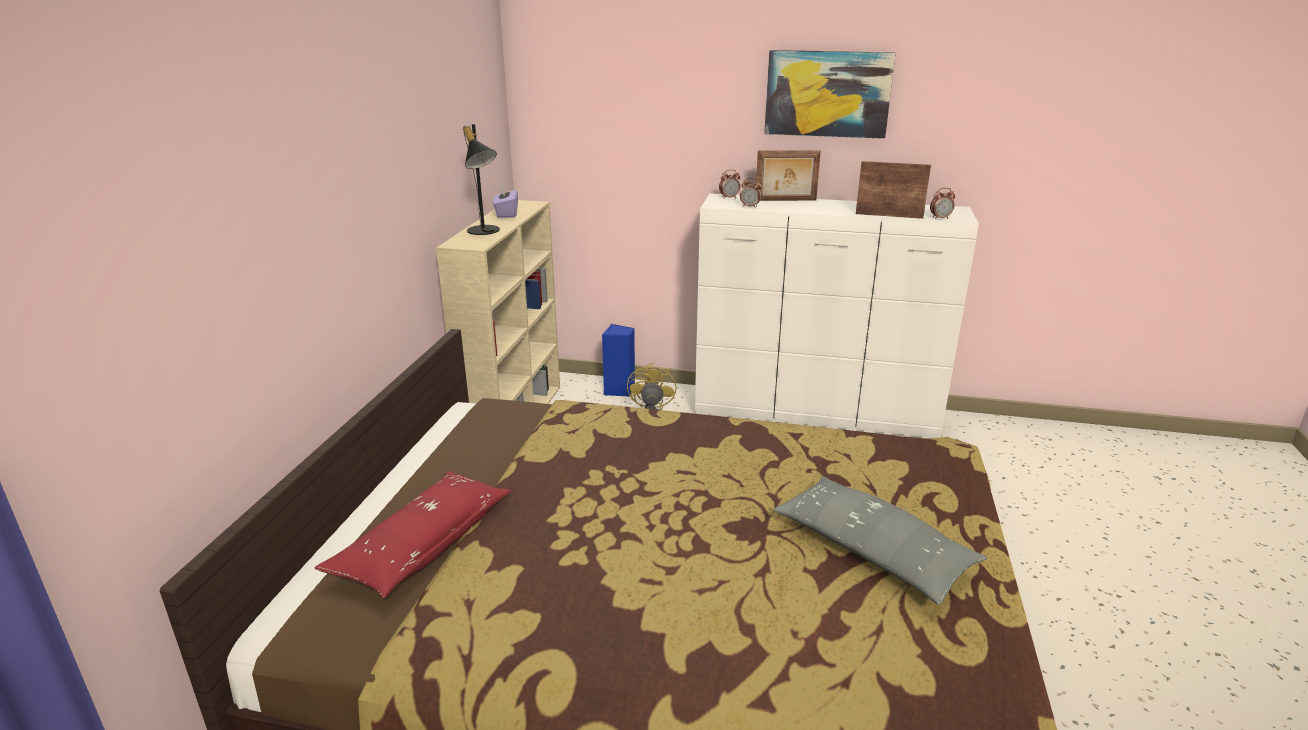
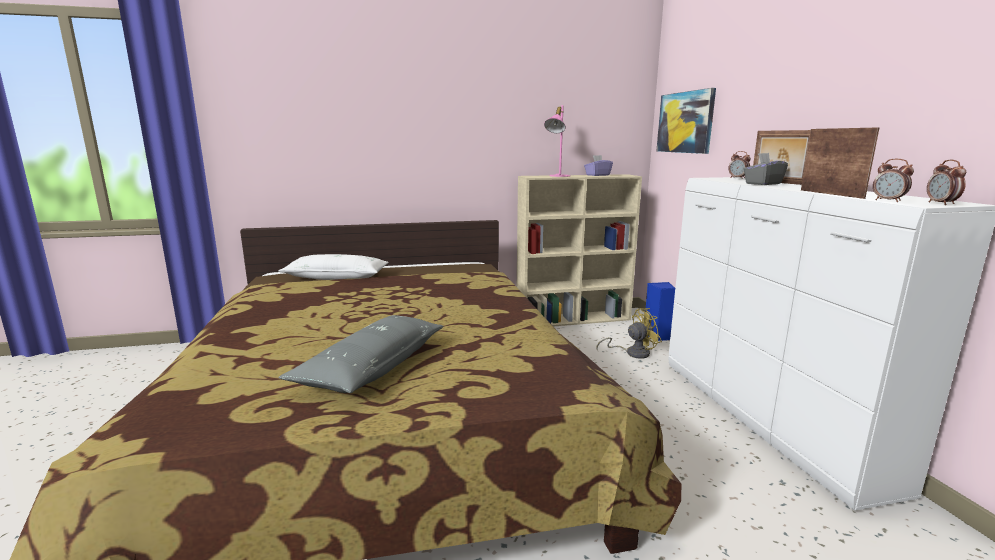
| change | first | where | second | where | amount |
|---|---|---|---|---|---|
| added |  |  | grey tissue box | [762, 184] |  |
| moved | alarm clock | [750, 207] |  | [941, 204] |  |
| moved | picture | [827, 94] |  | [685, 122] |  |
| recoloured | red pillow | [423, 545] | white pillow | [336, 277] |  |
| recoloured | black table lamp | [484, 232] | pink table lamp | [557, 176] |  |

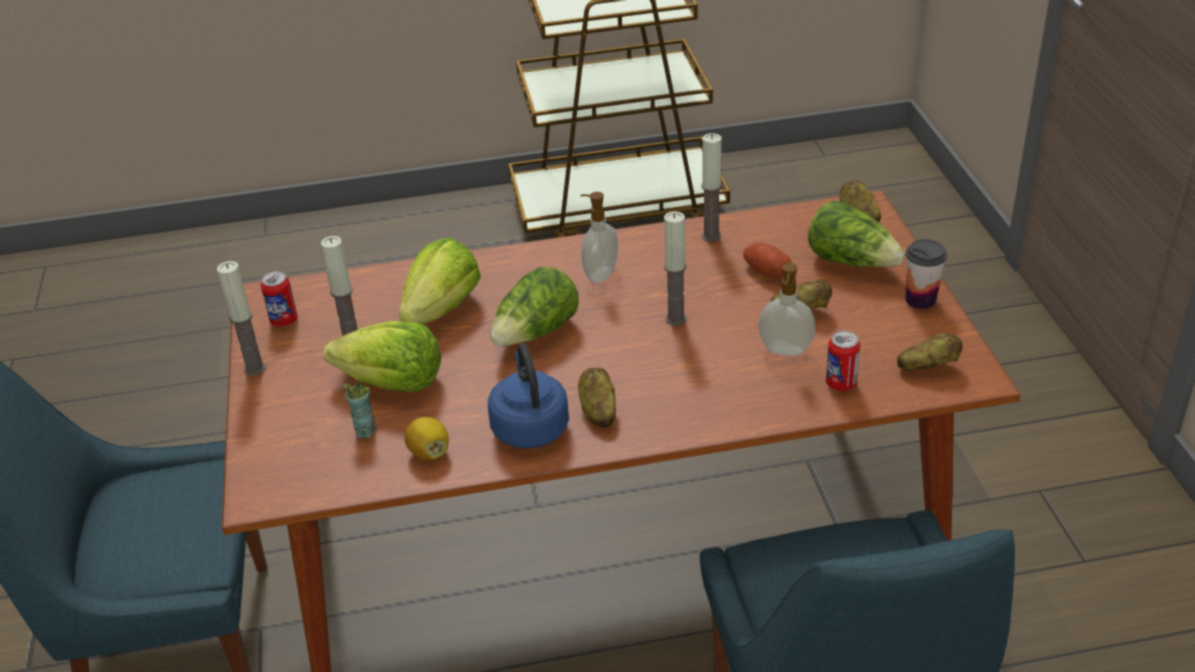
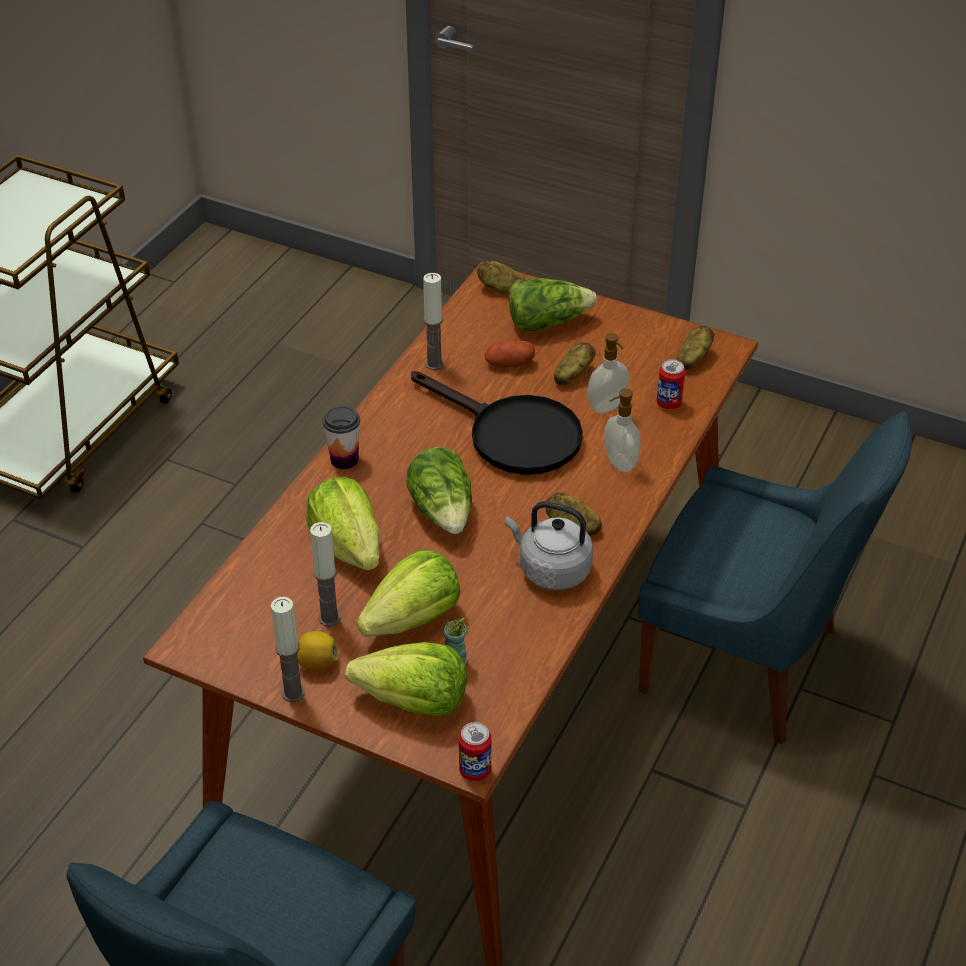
| change | first | where | second | where | amount |
|---|---|---|---|---|---|
| added |  |  | lettuce | [413, 702] |  |
| moved | can | [284, 320] |  | [475, 770] |  |
| moved | lemon | [429, 452] |  | [317, 662] |  |
| moved | soap dispenser | [599, 274] |  | [619, 463] |  |
| moved | cup | [920, 300] |  | [344, 460] |  |
| replaced | candle | [676, 319] | black frying pan | [512, 435] |  |
| recoloured | blue kettle | [529, 426] | grey kettle | [551, 570] |  |

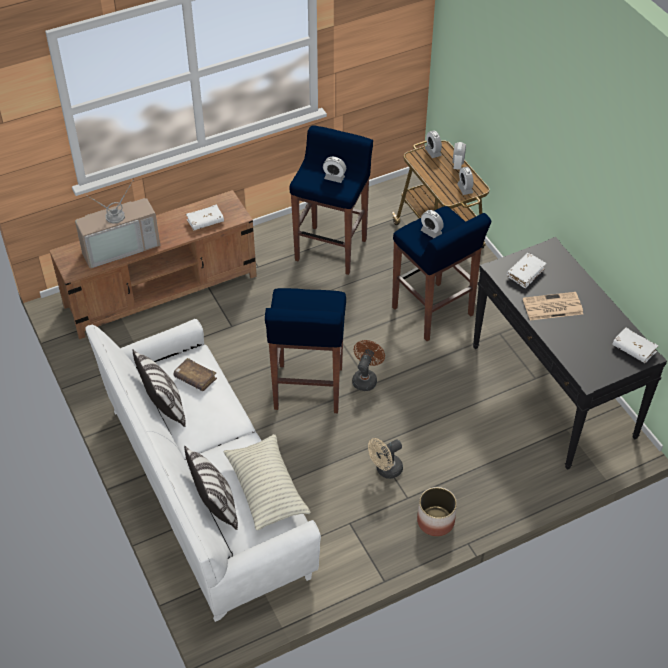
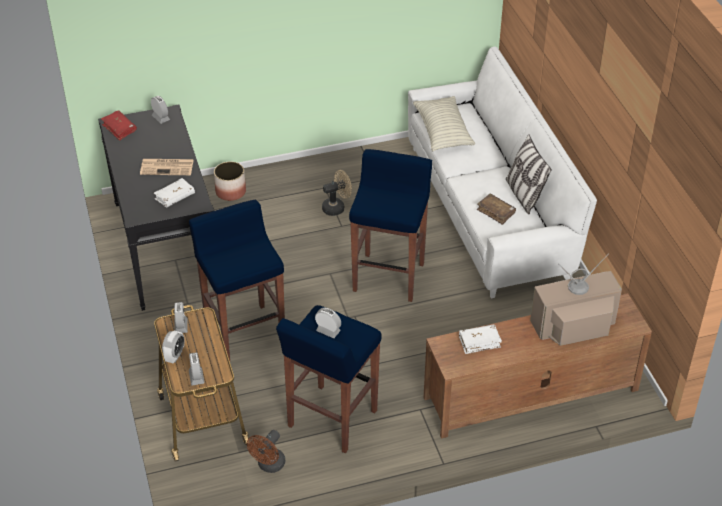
| change | first | where | second | where | amount |
|---|---|---|---|---|---|
| removed | pillow | [215, 505] |  |  |  |
| moved | brown fan | [365, 378] |  | [269, 466] |  |
| moved | planter | [435, 521] |  | [231, 192] |  |
| moved | alarm clock | [431, 232] |  | [161, 118] |  |
| recoloured | white book | [633, 349] | red book | [119, 128] |  |

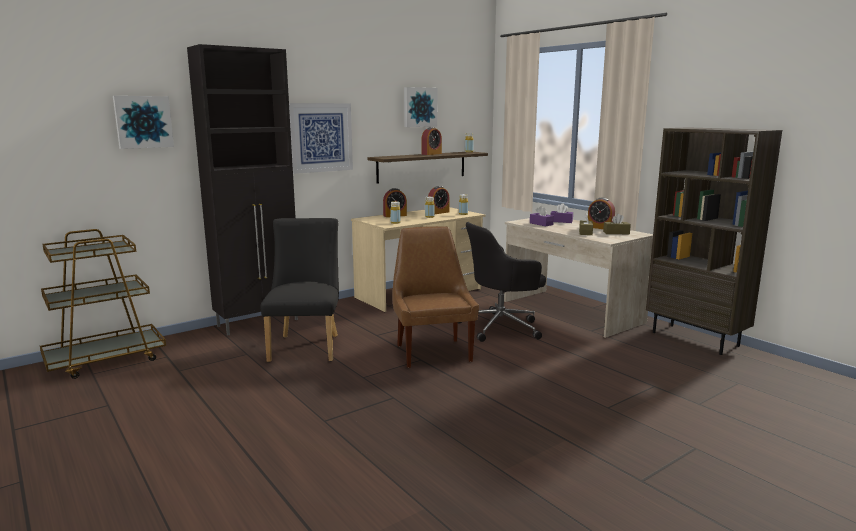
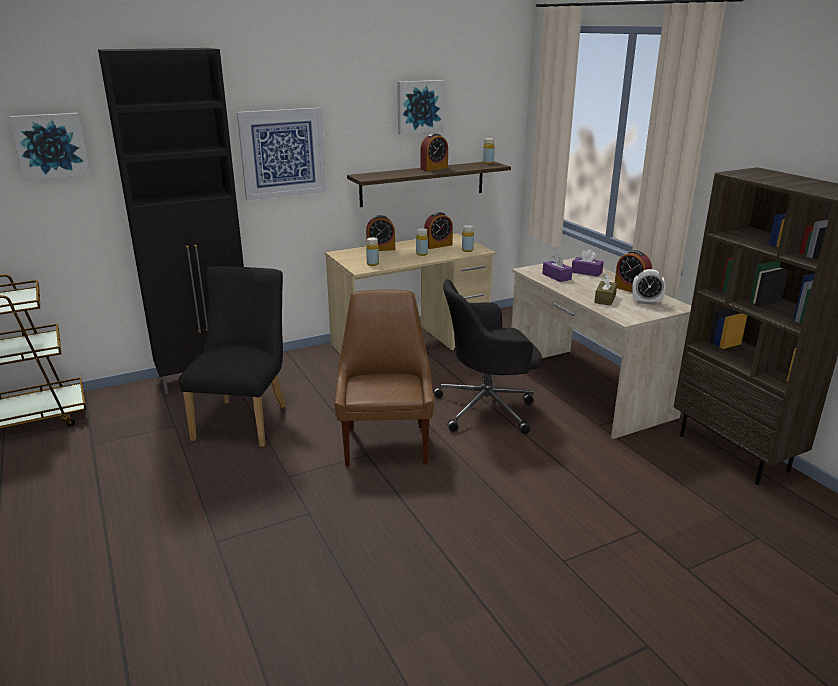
| change | first | where | second | where | amount |
|---|---|---|---|---|---|
| replaced | brown tissue box | [616, 233] | alarm clock | [646, 302] |  |

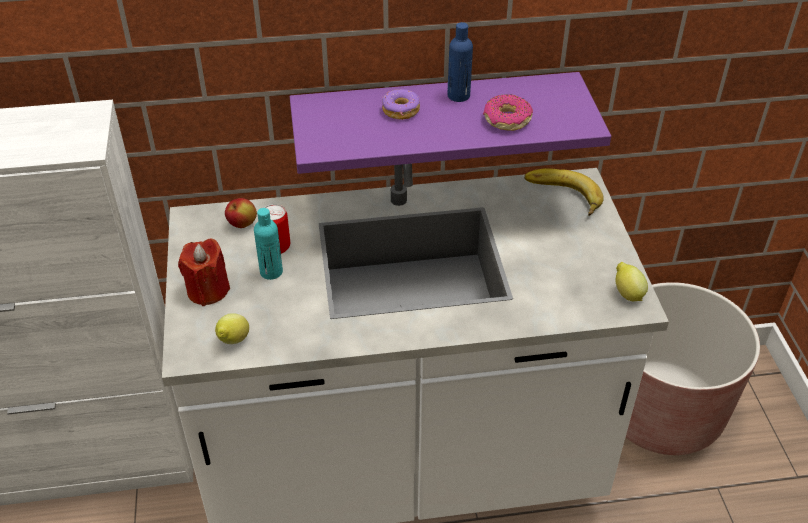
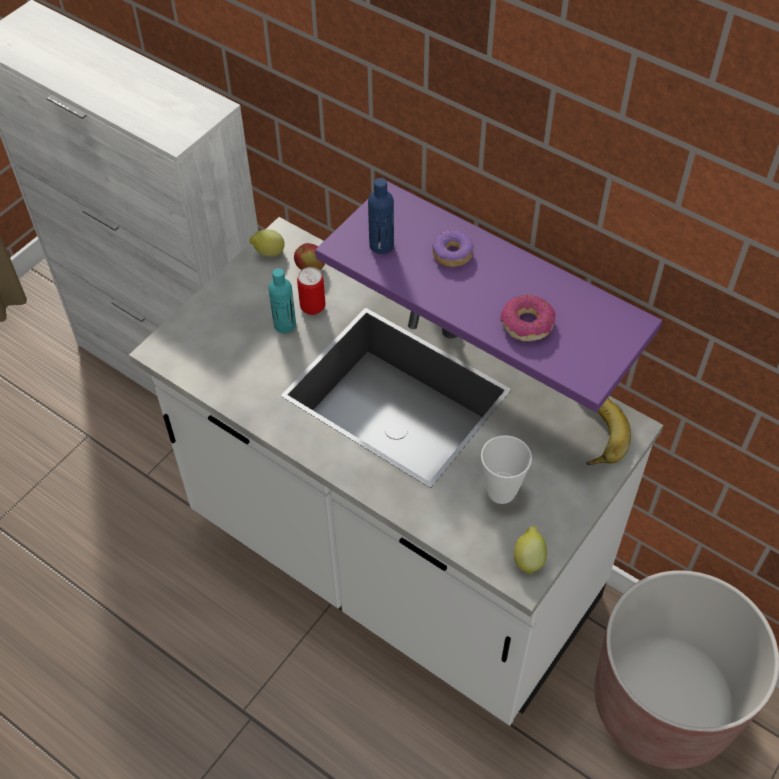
| change | first | where | second | where | amount |
|---|---|---|---|---|---|
| removed | red candle | [208, 290] |  |  |  |
| added |  |  | cup | [501, 491] |  |
| moved | lemon | [233, 341] |  | [268, 253] |  |
| moved | blue bottle | [458, 96] |  | [381, 245] |  |

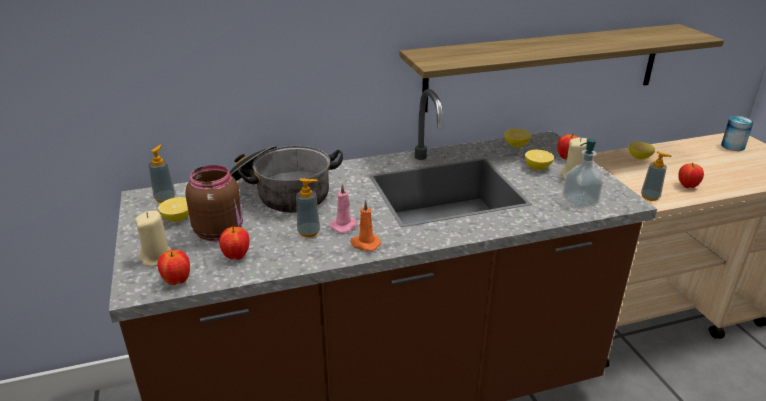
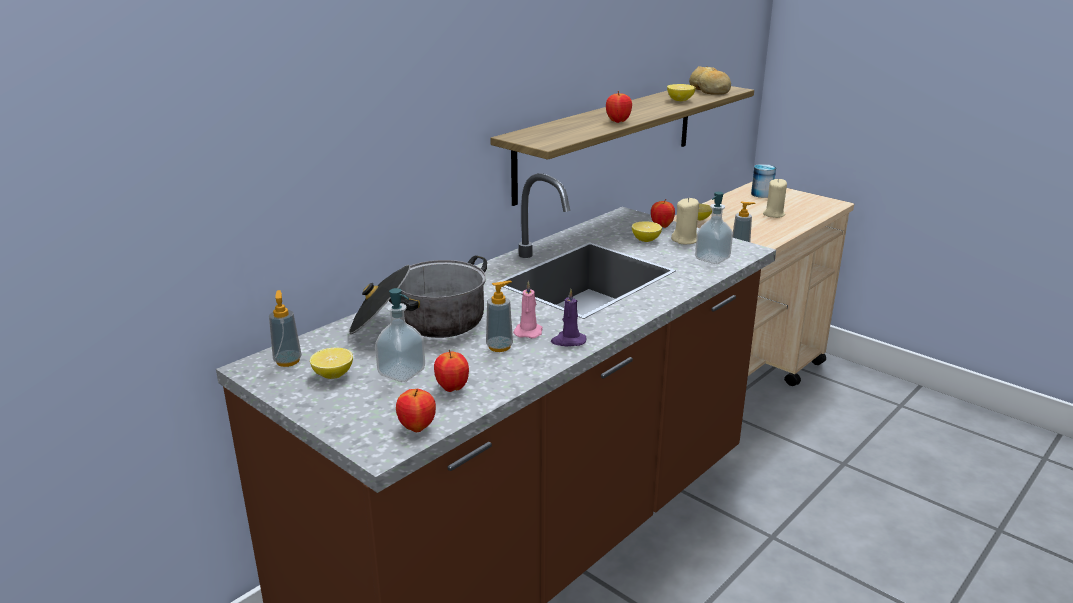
| change | first | where | second | where | amount |
|---|---|---|---|---|---|
| added |  |  | bread | [709, 90] |  |
| moved | beige candle | [157, 257] |  | [773, 214] |  |
| moved | lemon | [516, 145] |  | [680, 100] |  |
| moved | apple | [687, 186] |  | [618, 121] |  |
| replaced | brown jar | [220, 232] | soap dispenser | [401, 373] |  |
| recoloured | orange candle | [364, 244] | purple candle | [568, 341] |  |

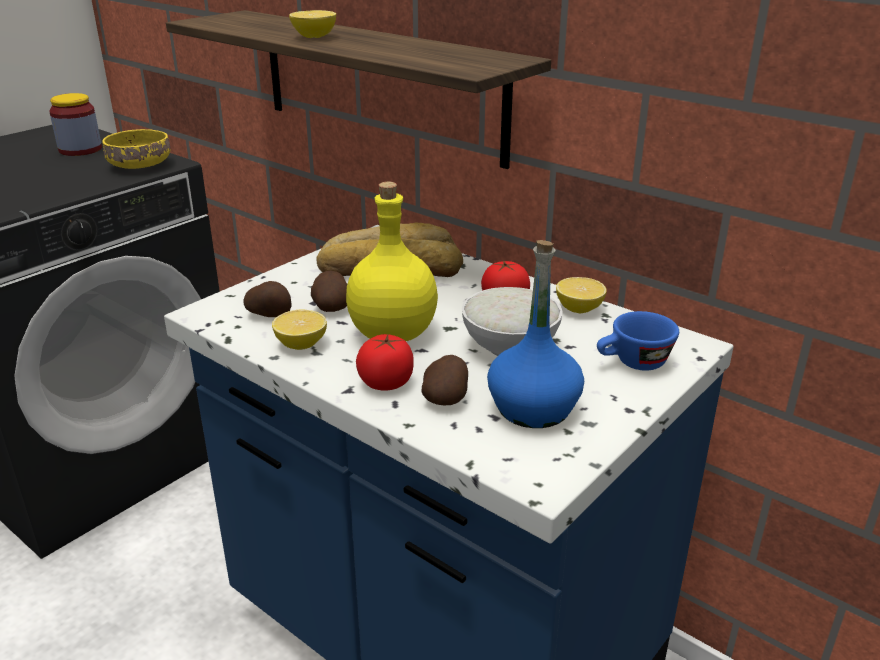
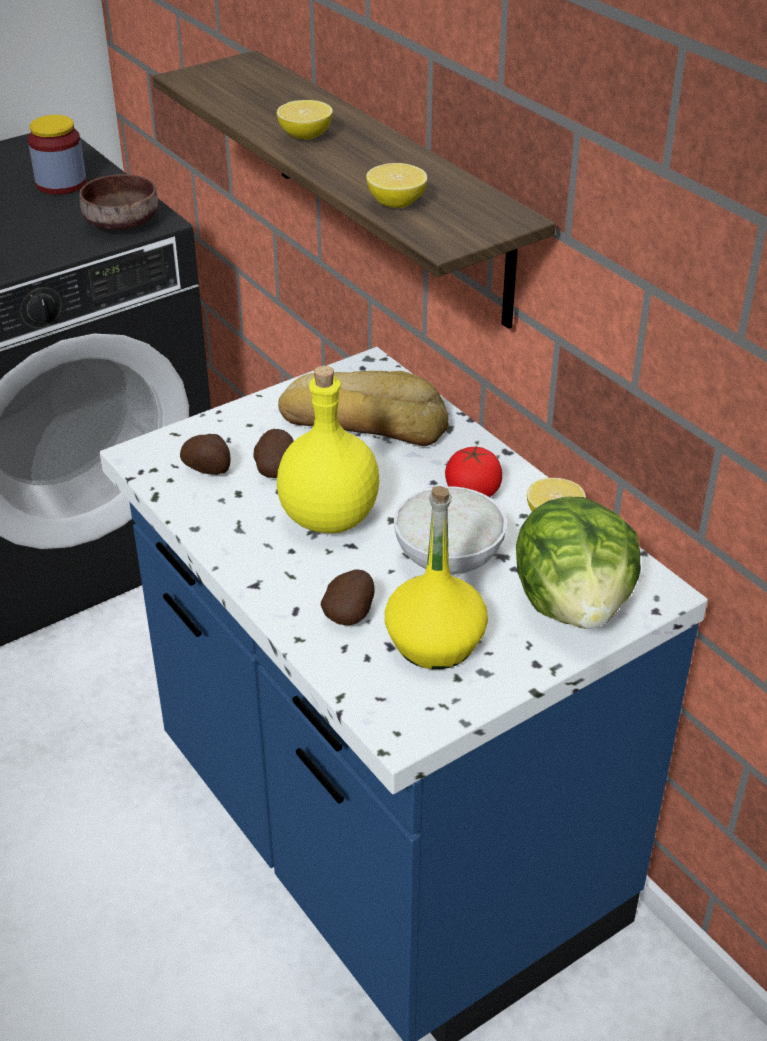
| change | first | where | second | where | amount |
|---|---|---|---|---|---|
| removed | tomato | [386, 382] |  |  |  |
| moved | lemon | [301, 344] |  | [396, 203] |  |
| replaced | blue cup | [633, 363] | lettuce | [574, 605] |  |
| recoloured | yellow bowl | [140, 165] | brown bowl | [122, 221] |  |
| recoloured | blue bottle | [533, 408] | yellow bottle | [435, 643] |  |

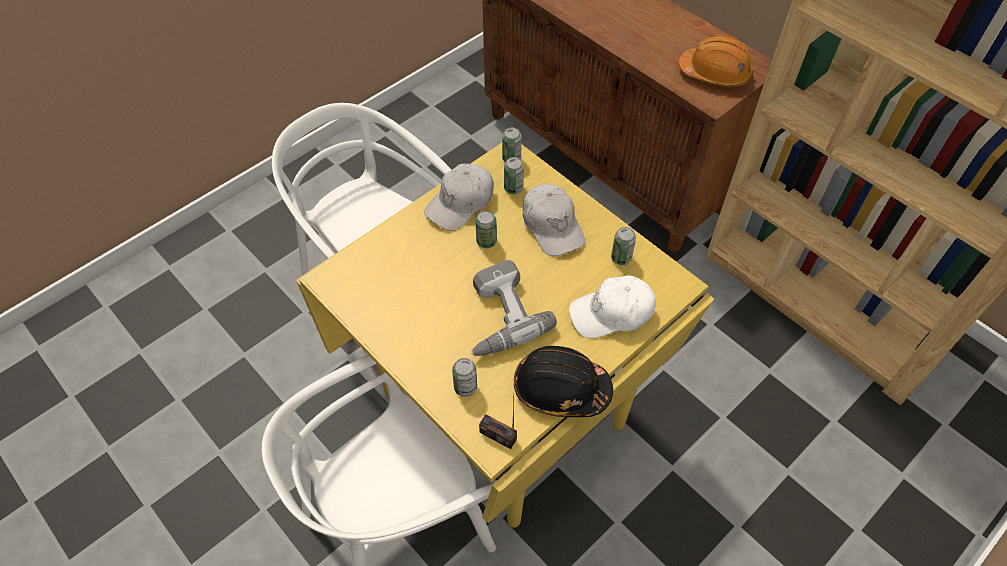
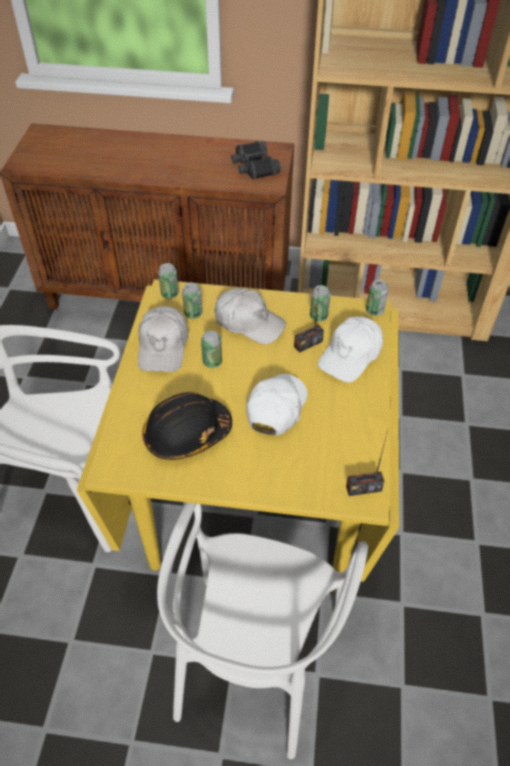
| change | first | where | second | where | amount |
|---|---|---|---|---|---|
| added |  |  | radio | [308, 343] |  |
| moved | can | [465, 388] |  | [374, 310] |  |
| moved | black hard hat | [560, 389] |  | [186, 434] |  |
| replaced | power drill | [497, 316] | white cap | [276, 408] |  |
| replaced | orange hard hat | [715, 73] | black binoculars | [254, 167] |  |

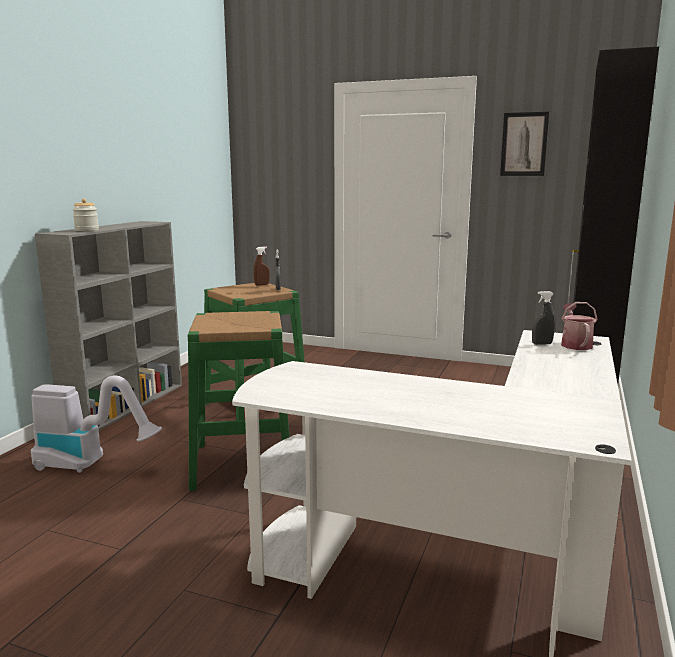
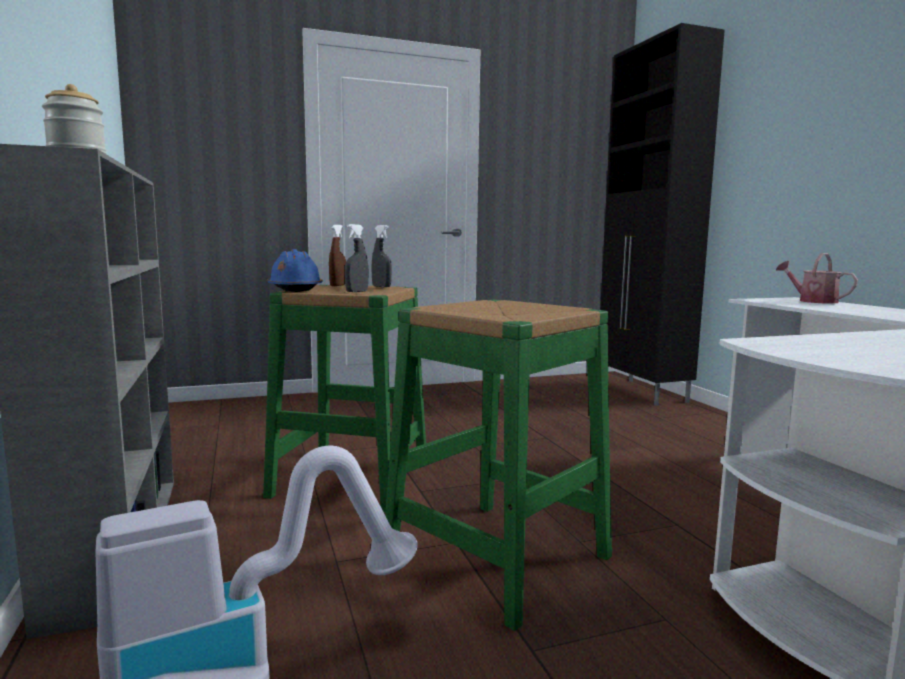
| change | first | where | second | where | amount |
|---|---|---|---|---|---|
| removed | picture | [524, 144] |  |  |  |
| added |  |  | blue hard hat | [295, 289] |  |
| moved | grey spray bottle | [542, 344] |  | [356, 291] |  |

